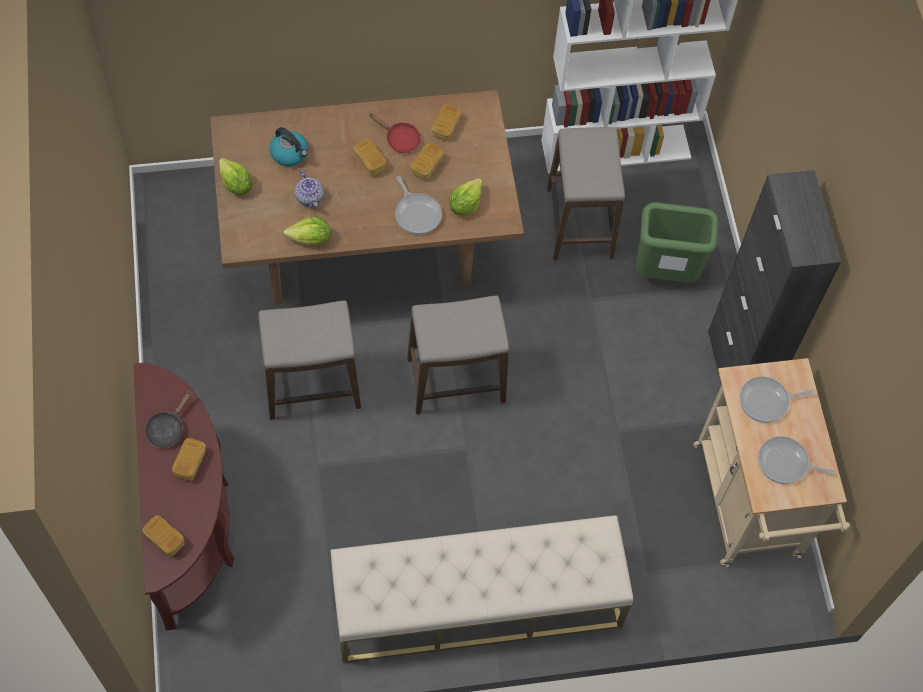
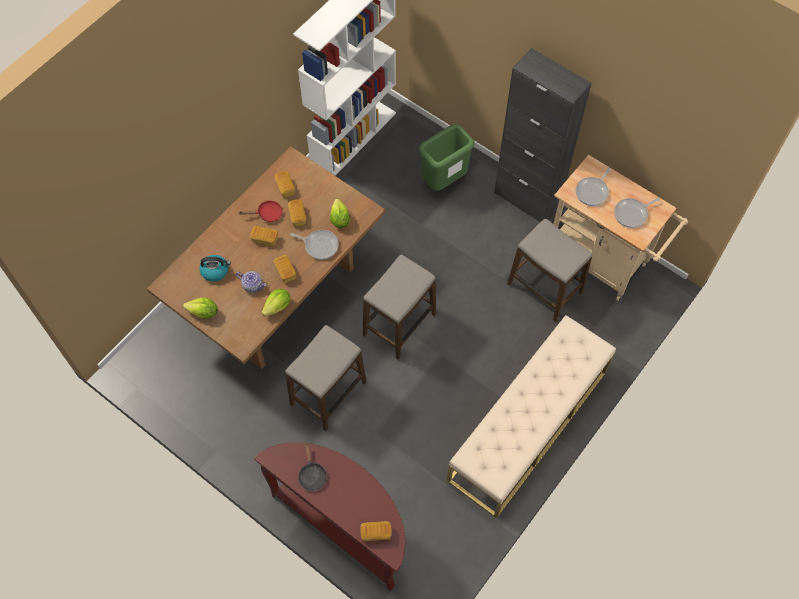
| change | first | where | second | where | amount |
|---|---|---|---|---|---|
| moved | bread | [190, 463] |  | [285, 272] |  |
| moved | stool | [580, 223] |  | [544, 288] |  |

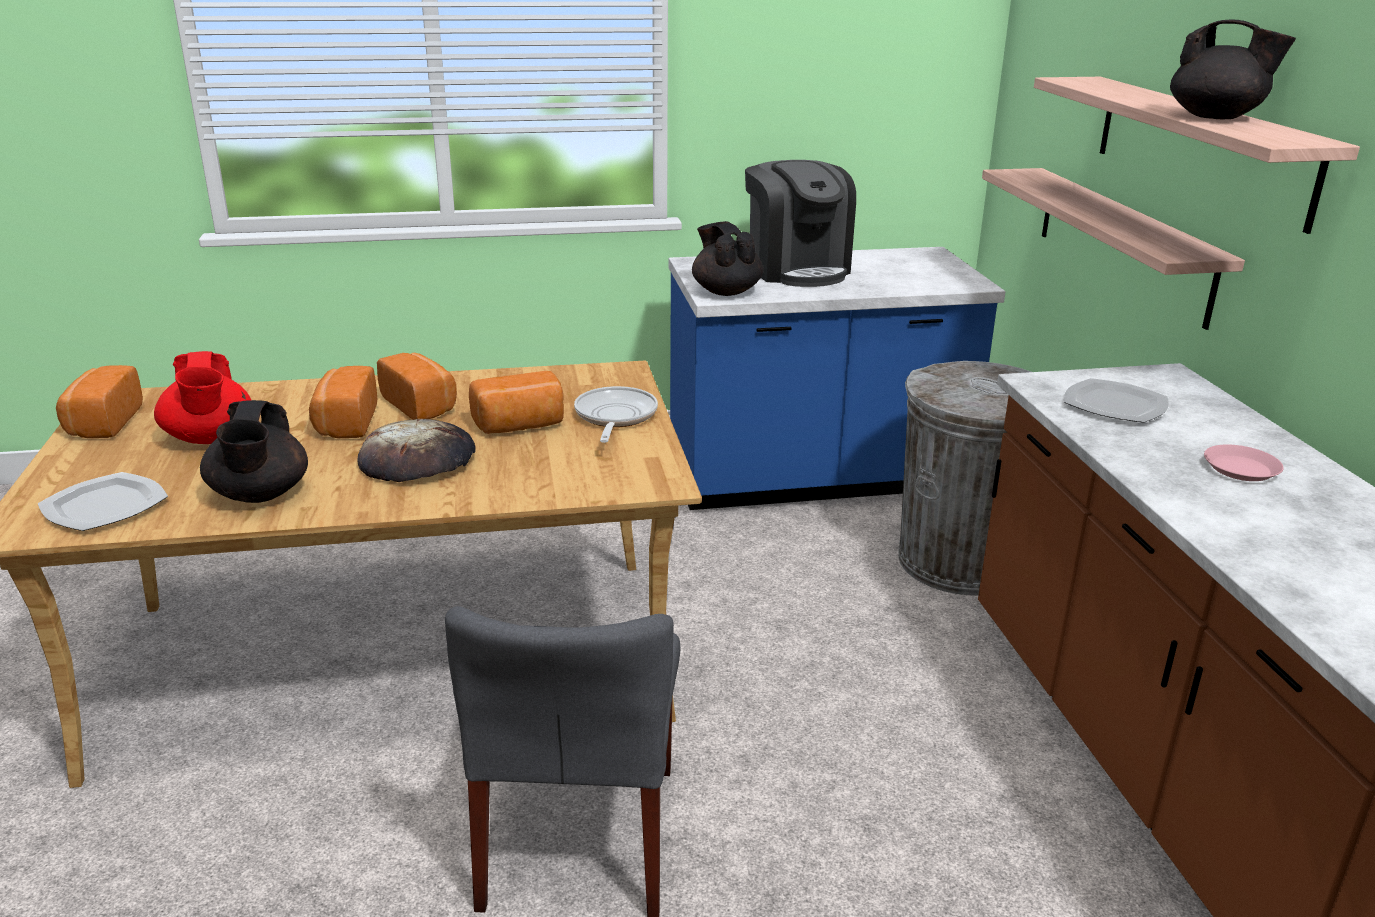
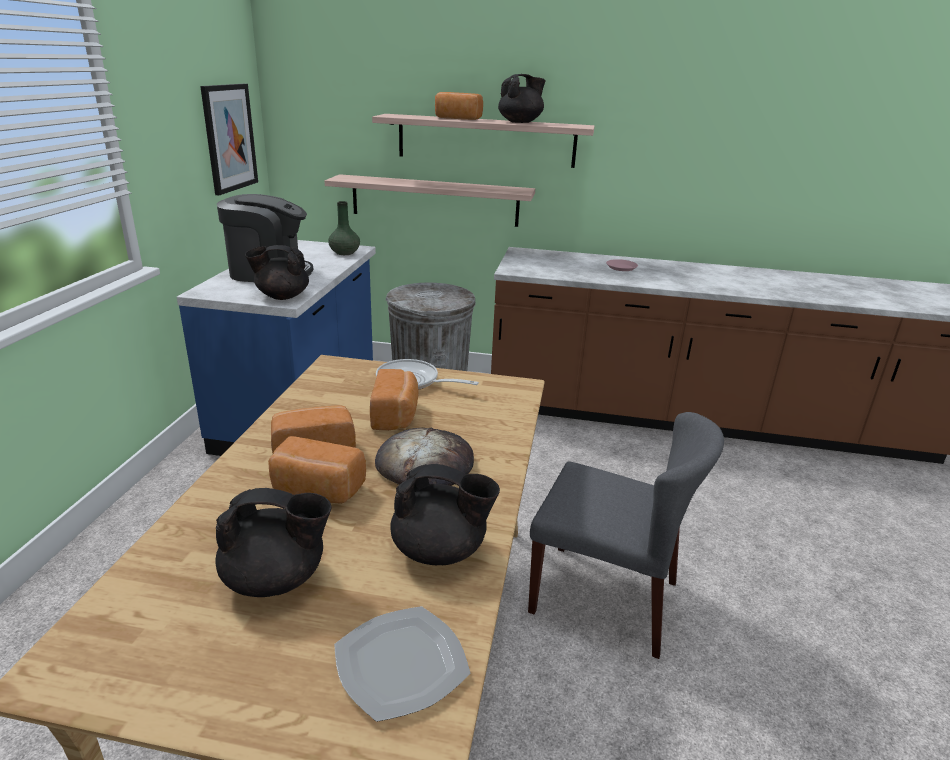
| change | first | where | second | where | amount |
|---|---|---|---|---|---|
| removed | plate | [1115, 405] |  |  |  |
| added |  |  | picture | [229, 138] |  |
| added |  |  | green vase | [345, 253] |  |
| moved | bread | [102, 423] |  | [457, 118] |  |
| recoloured | red teapot | [210, 438] | black teapot | [276, 579] |  |

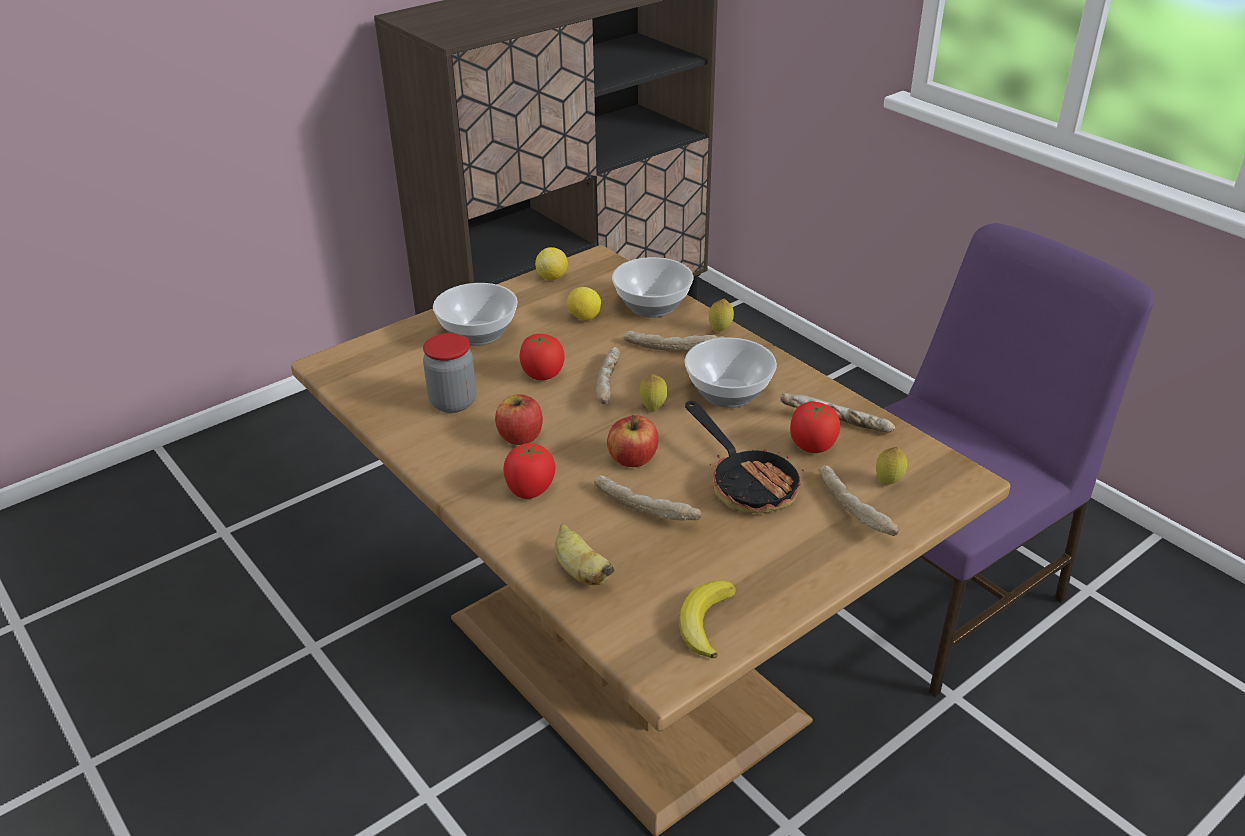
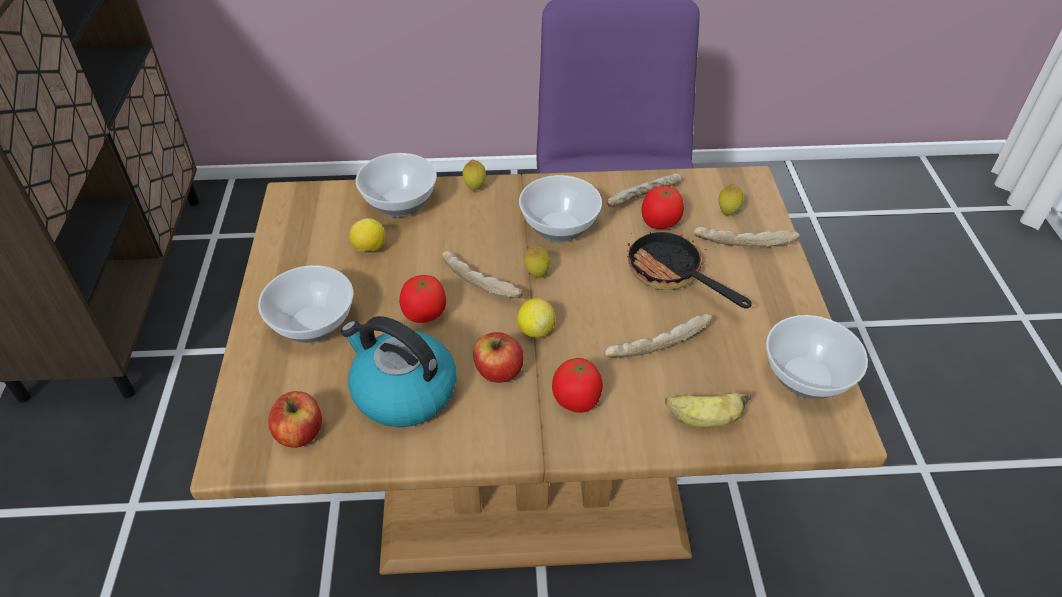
| change | first | where | second | where | amount |
|---|---|---|---|---|---|
| removed | bread | [674, 348] |  |  |  |
| moved | lemon | [552, 277] |  | [535, 330] |  |
| moved | apple | [633, 459] |  | [300, 433] |  |
| replaced | jar | [453, 402] | kettle | [402, 392] |  |
| replaced | banana | [705, 622] | bowl | [807, 379] |  |
| turned | frying pan | [746, 482] |  | [672, 275] | 135 degrees counterclockwise |

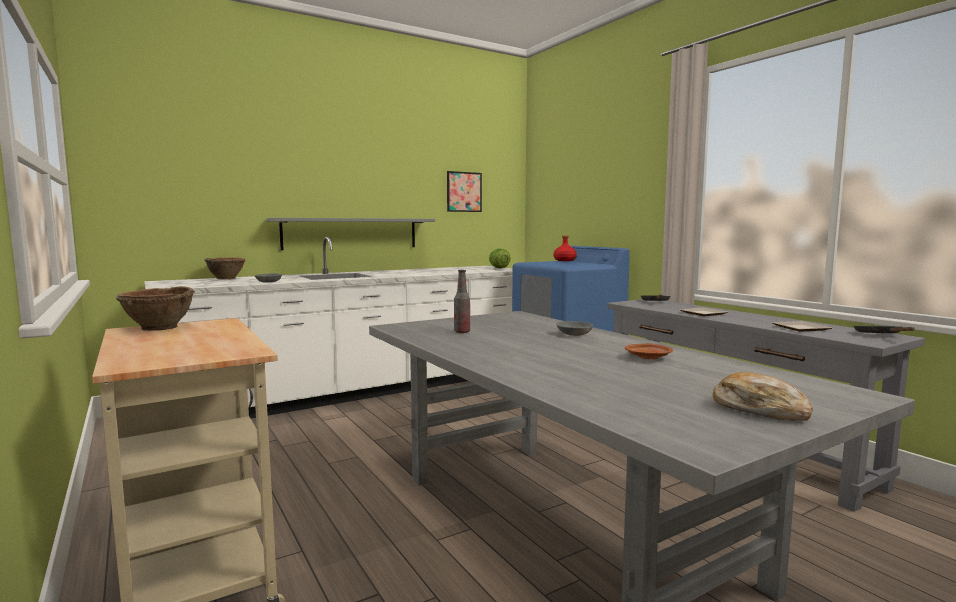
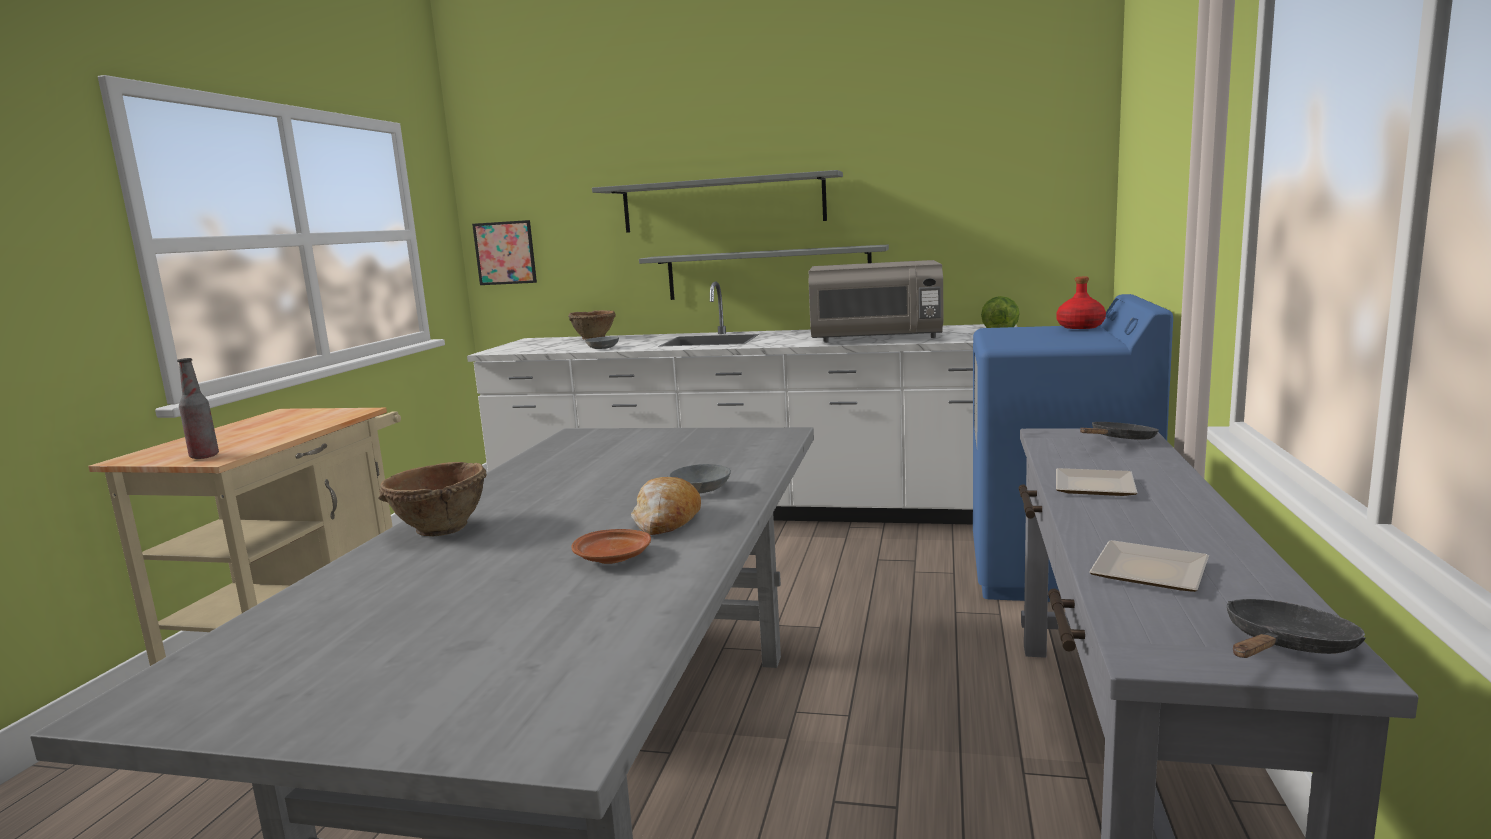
| change | first | where | second | where | amount |
|---|---|---|---|---|---|
| added |  |  | grey shelf | [722, 203] |  |
| added |  |  | grey microwave | [876, 338] |  |
| moved | brown bowl | [159, 328] |  | [440, 529] |  |
| moved | picture | [464, 192] |  | [505, 253] |  |
| moved | bottle | [462, 332] |  | [204, 456] |  |
| moved | bread | [758, 409] |  | [666, 519] |  |

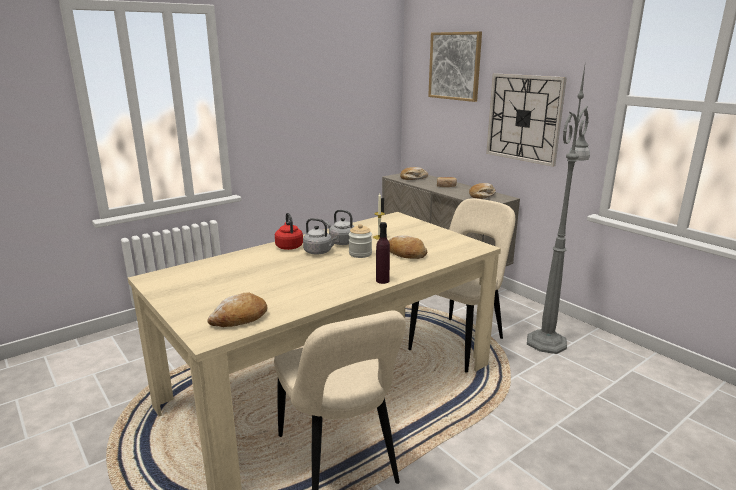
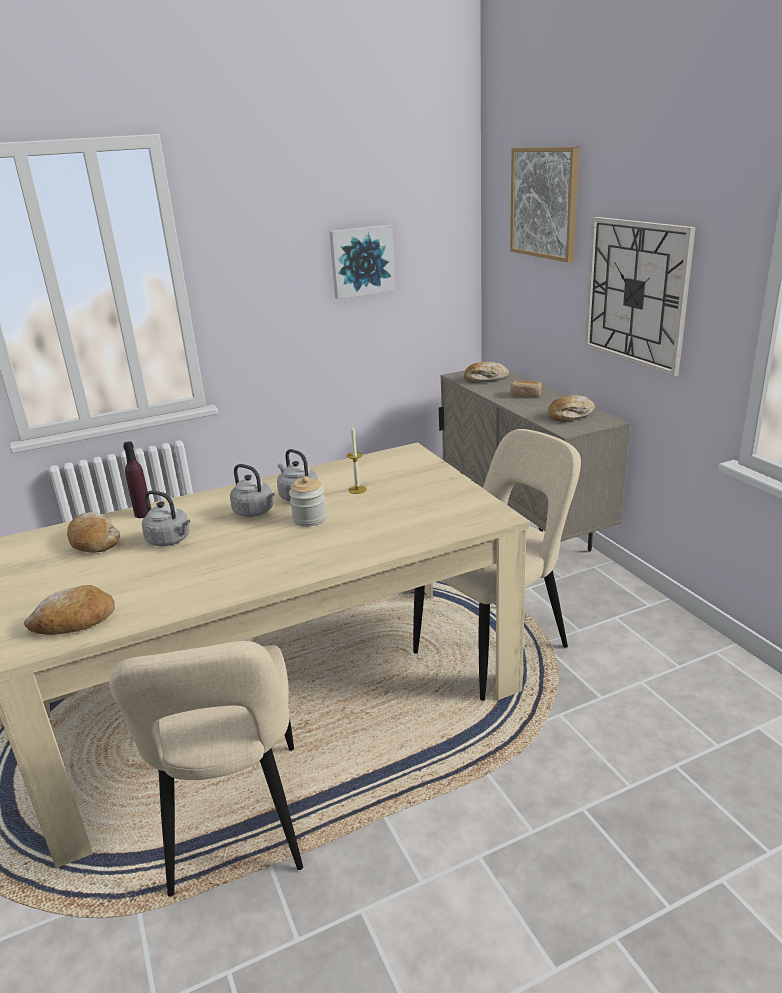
| change | first | where | second | where | amount |
|---|---|---|---|---|---|
| removed | red kettle | [289, 246] |  |  |  |
| removed | grey floor lamp | [547, 341] |  |  |  |
| added |  |  | grey kettle | [170, 540] |  |
| added |  |  | picture | [361, 261] |  |
| moved | purple bottle | [382, 280] |  | [143, 514] |  |
| moved | bread | [405, 254] |  | [94, 541] |  |

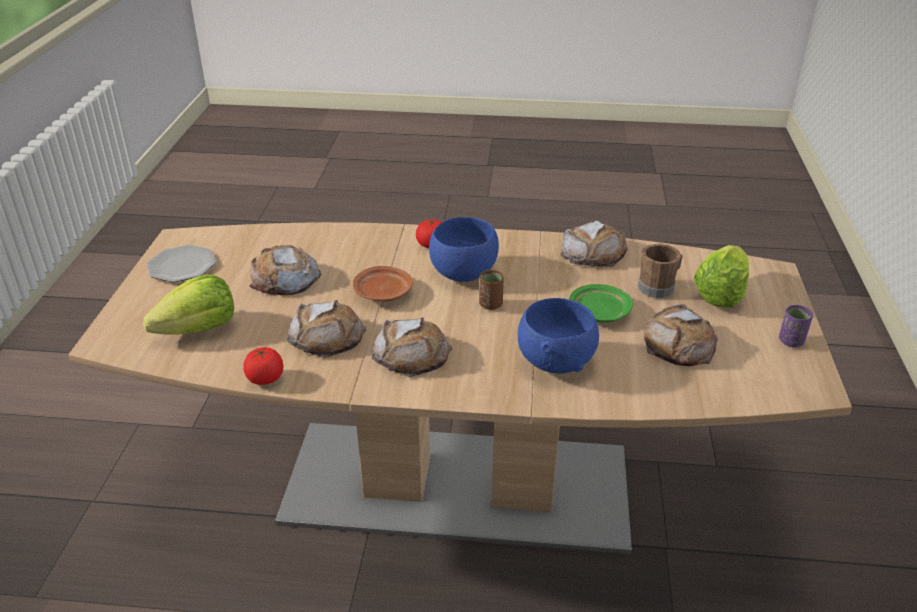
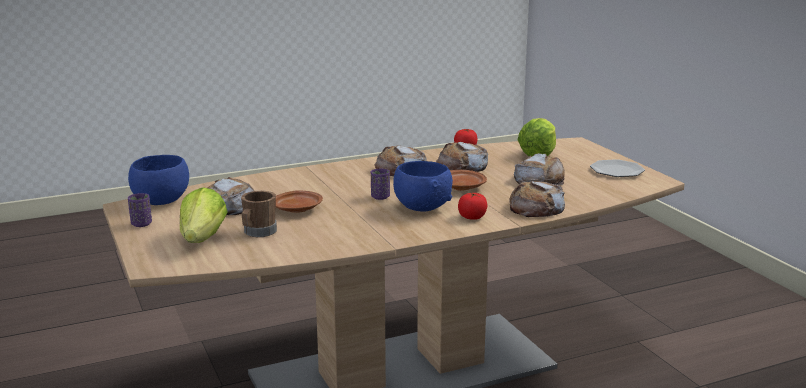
| change | first | where | second | where | amount |
|---|---|---|---|---|---|
| moved | blue bowl | [556, 361] |  | [161, 201] |  |
| moved | bread | [593, 252] |  | [536, 208] |  |
| recoloured | brown cup | [490, 304] | purple cup | [380, 197] |  |
| recoloured | green plate | [598, 312] | brown plate | [297, 209] |  |

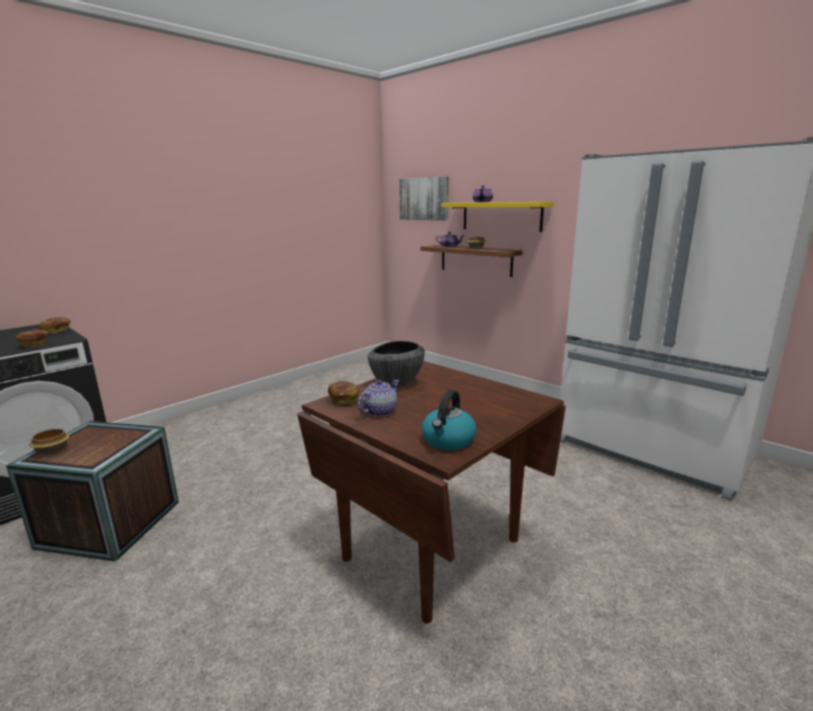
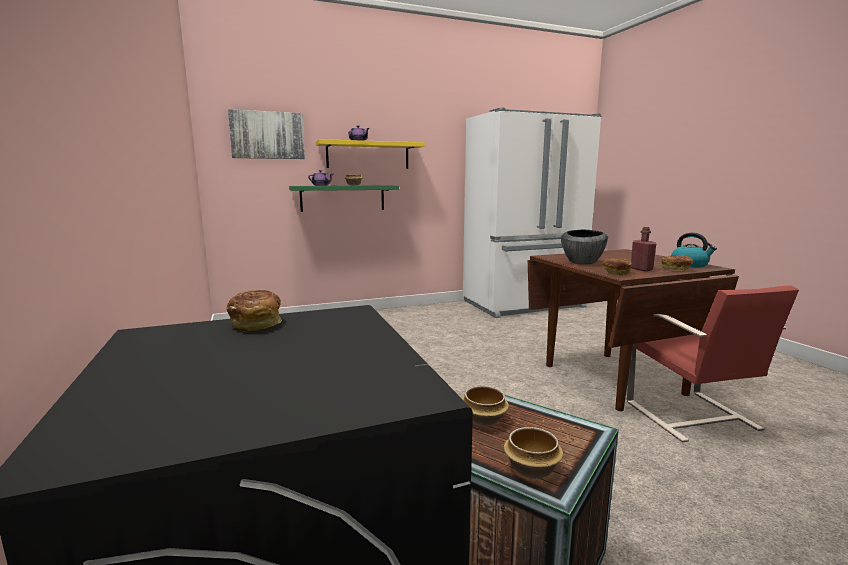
| change | first | where | second | where | amount |
|---|---|---|---|---|---|
| added |  |  | bowl | [484, 419] |  |
| added |  |  | red chair | [692, 416] |  |
| moved | bread | [34, 344] |  | [676, 269] |  |
| replaced | teapot | [379, 411] | red bottle | [641, 269] |  |
| recoloured | brown shelf | [475, 260] | green shelf | [343, 198] |  |

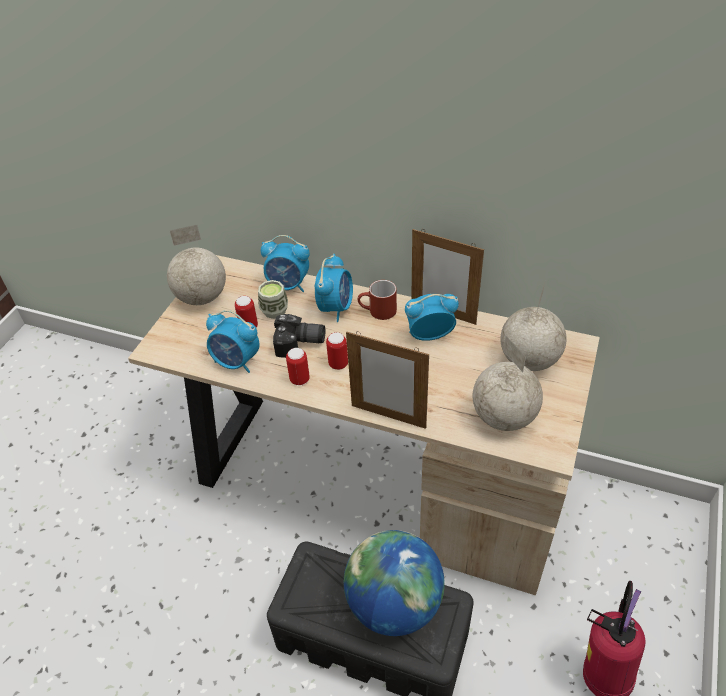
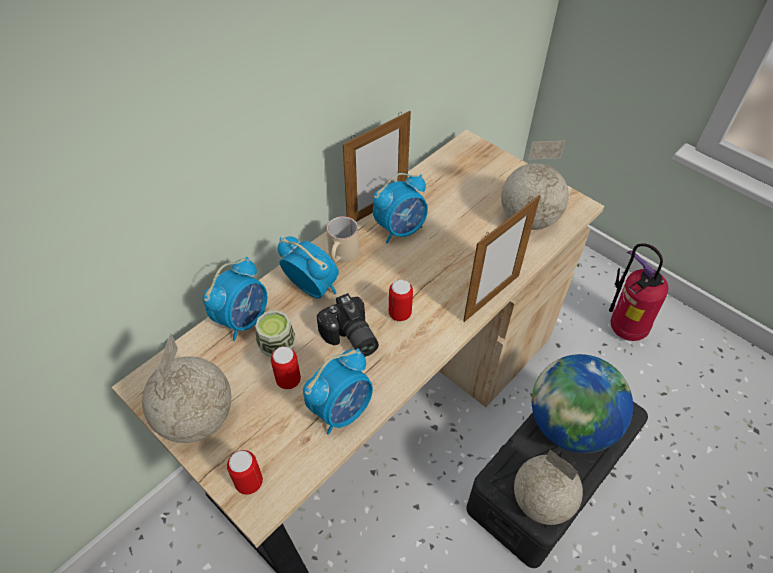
| change | first | where | second | where | amount |
|---|---|---|---|---|---|
| moved | can | [299, 379] |  | [249, 482] |  |
| moved | globe | [528, 361] |  | [541, 502] |  |
| recoloured | red mug | [377, 312] | beige mug | [342, 256] |  |
| turned | photo camera | [300, 344] |  | [349, 338] | 120 degrees clockwise |
| turned | alarm clock | [429, 335] |  | [400, 229] | 135 degrees counterclockwise |

